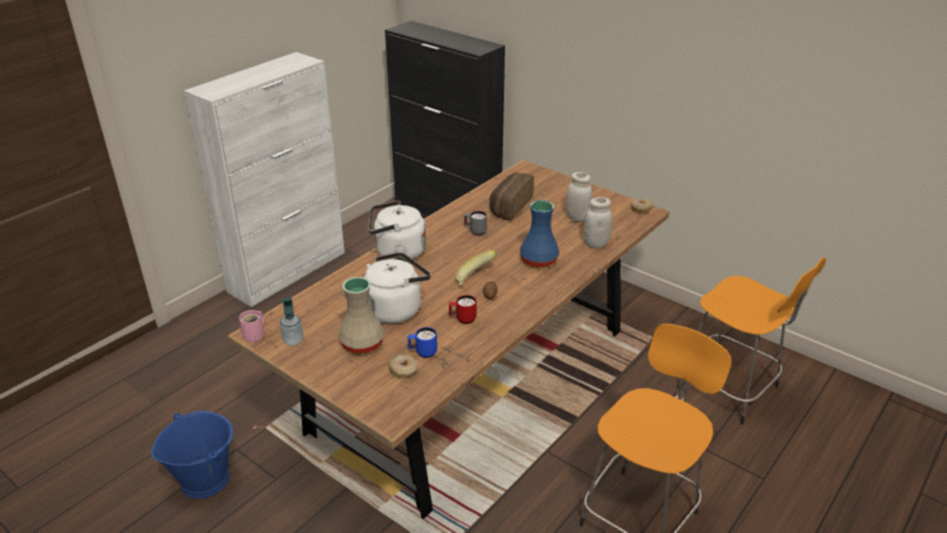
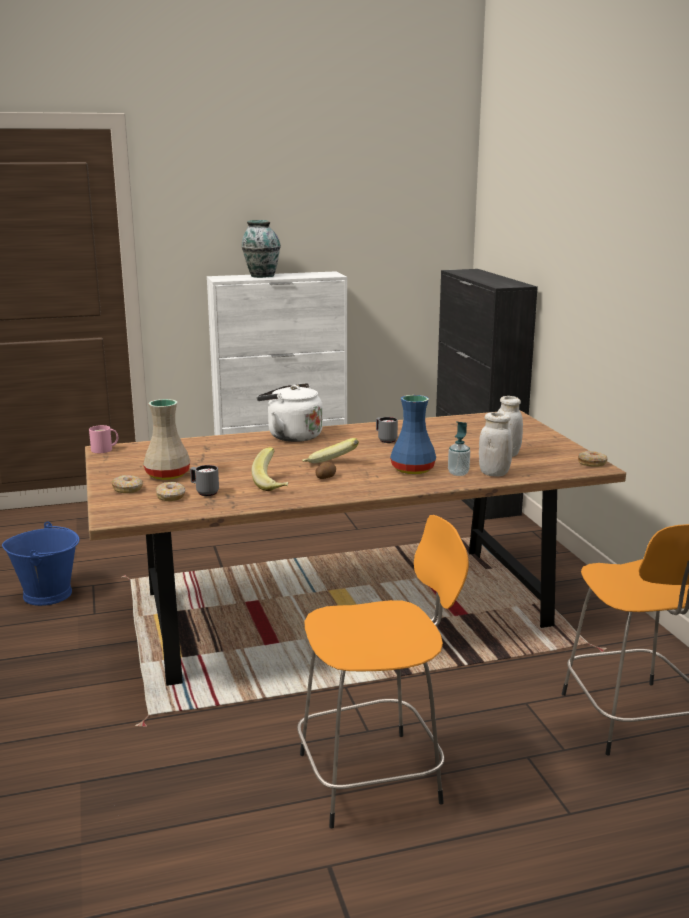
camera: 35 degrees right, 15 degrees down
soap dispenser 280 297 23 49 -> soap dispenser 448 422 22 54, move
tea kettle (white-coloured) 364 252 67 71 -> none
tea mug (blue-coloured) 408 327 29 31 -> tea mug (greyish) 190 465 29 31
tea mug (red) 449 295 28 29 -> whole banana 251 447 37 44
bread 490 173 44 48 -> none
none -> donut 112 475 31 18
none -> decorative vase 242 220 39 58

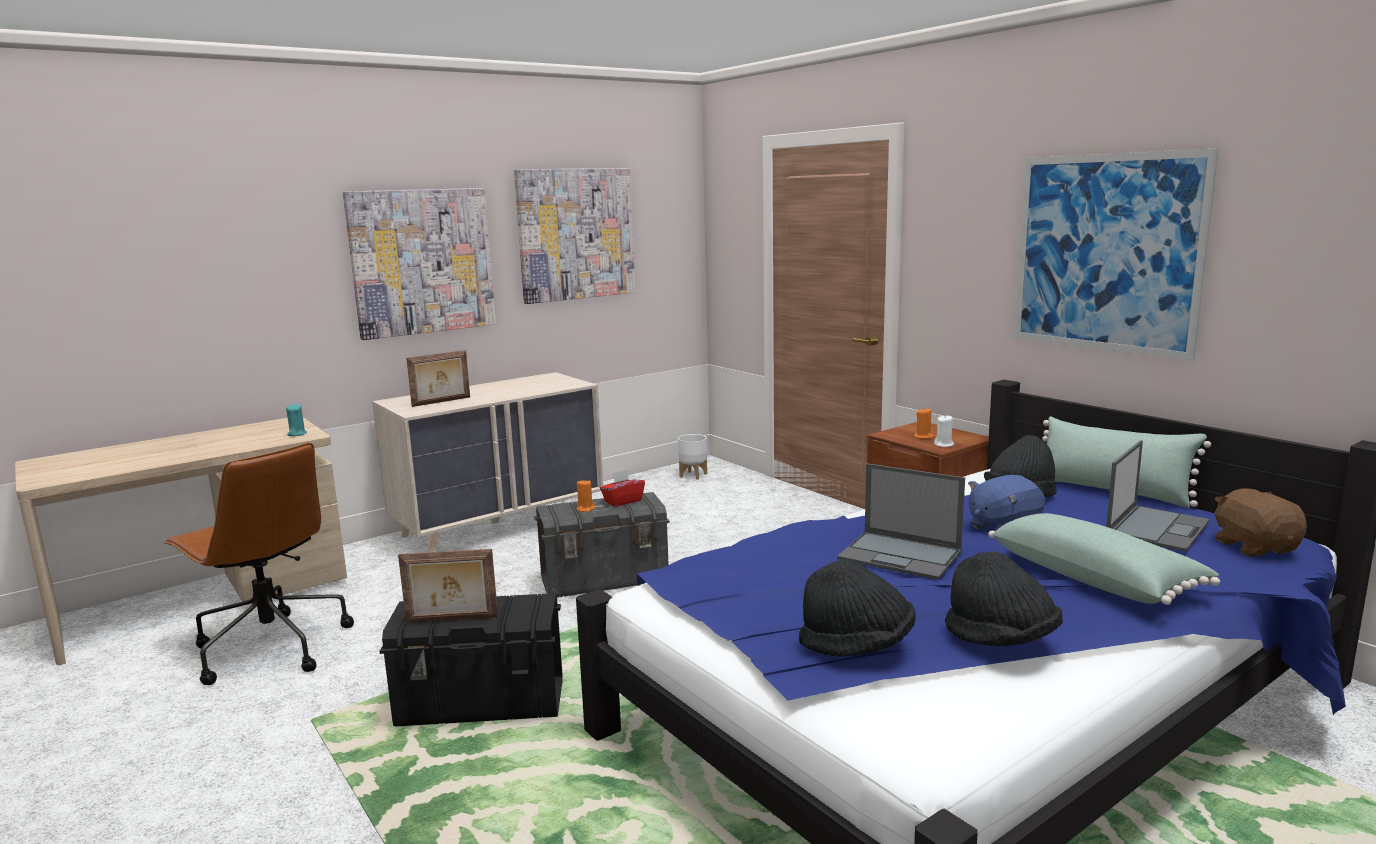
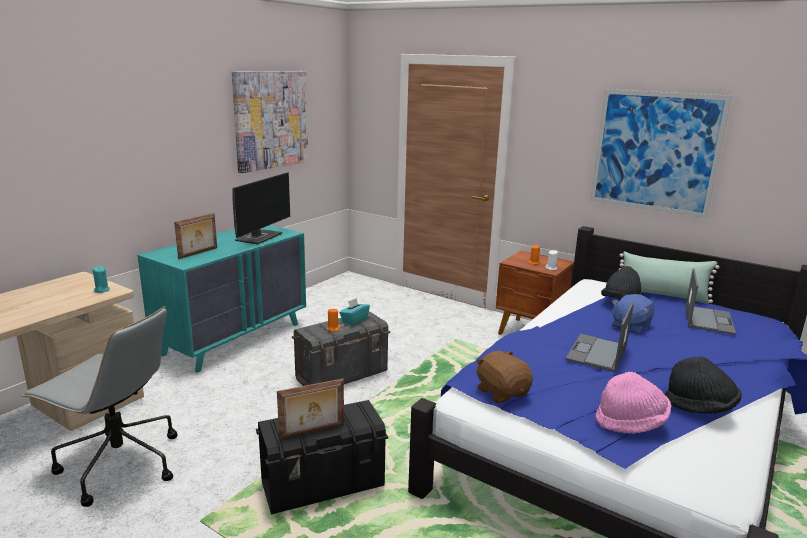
camera: 20 degrees left, 5 degrees up
office chair (brown) 164 443 190 242 -> office chair (greyish) 22 306 155 201
picture 343 188 153 152 -> none
chest of drawers (sand-coloured) 372 372 231 180 -> chest of drawers (blue-green) 137 225 169 148
tissue holder (red) 600 470 45 37 -> tissue holder (blue-green) 339 298 31 27
planter (white-coloured) 678 434 29 46 -> none
clothing hat (blackish) 799 559 117 98 -> clothing hat (pinkish) 595 372 76 62
laptop 837 463 128 117 -> laptop 565 301 69 71, 105 degrees clockwise
pillow (green-coloured) 988 513 232 92 -> none
cuddly toy (brown) 1214 488 93 69 -> cuddly toy (brown) 476 351 57 52, move
none -> monitor 233 172 57 73

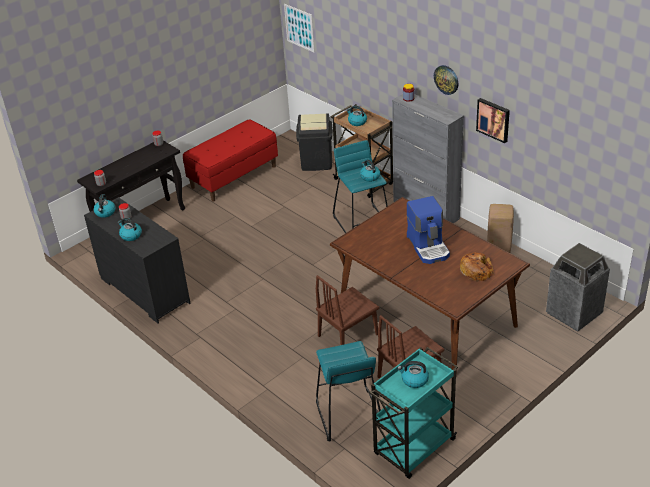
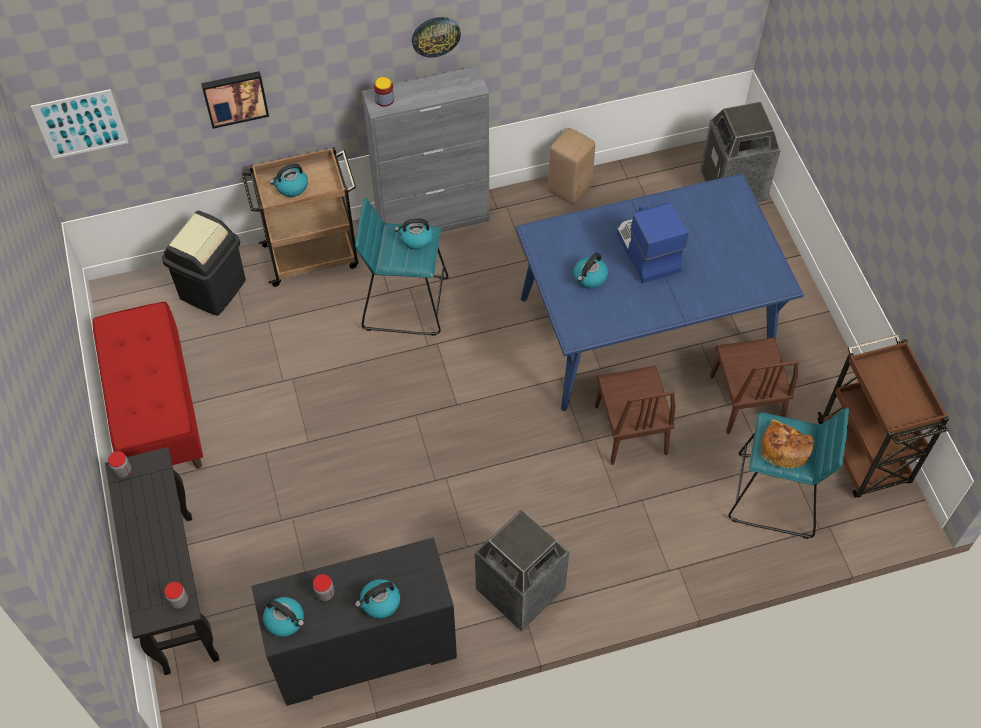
camera: 65 degrees left, 20 degrees up
dinner table (brown) 330 197 200 174 -> dinner table (blue-coloured) 515 173 289 238
wheeled cart (blue-green) 369 347 89 132 -> wheeled cart (brown) 818 335 131 163
tea kettle 397 361 32 27 -> tea kettle 574 253 34 36, move
coffee machine 406 196 44 68 -> coffee machine 617 203 72 80, 120 degrees counterclockwise
bread 460 253 34 28 -> bread 761 419 54 50, move
picture 476 98 34 45 -> picture 201 71 68 58, move
none -> waste bin 475 509 94 122

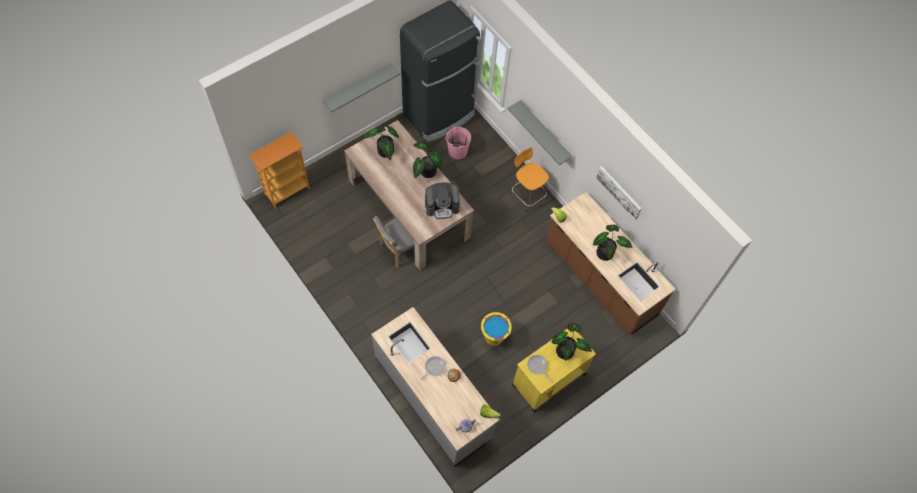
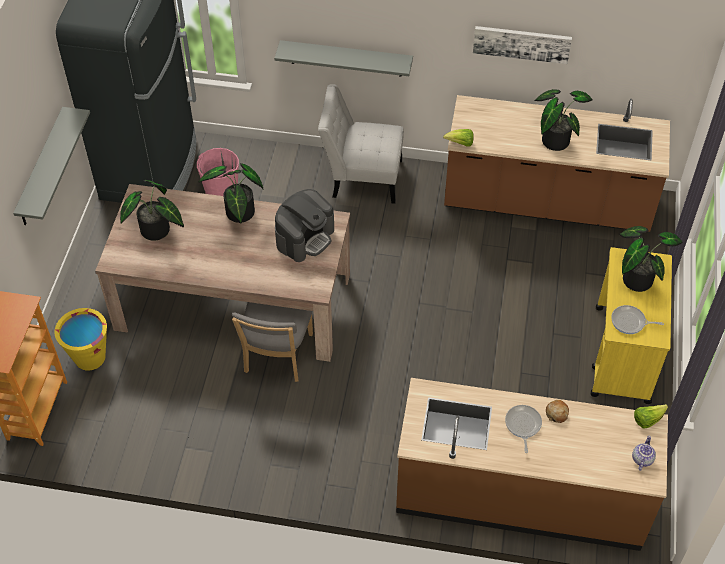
camera: 40 degrees left, 10 degrees down
counter (greyish) 371 307 129 160 -> counter (brown) 396 378 272 173
bucket (yellow) 481 312 31 34 -> bucket (yellow) 54 308 53 63, move
sitting stool (orange-coloured) 511 148 38 64 -> plain chair (white-coloured) 318 84 86 120

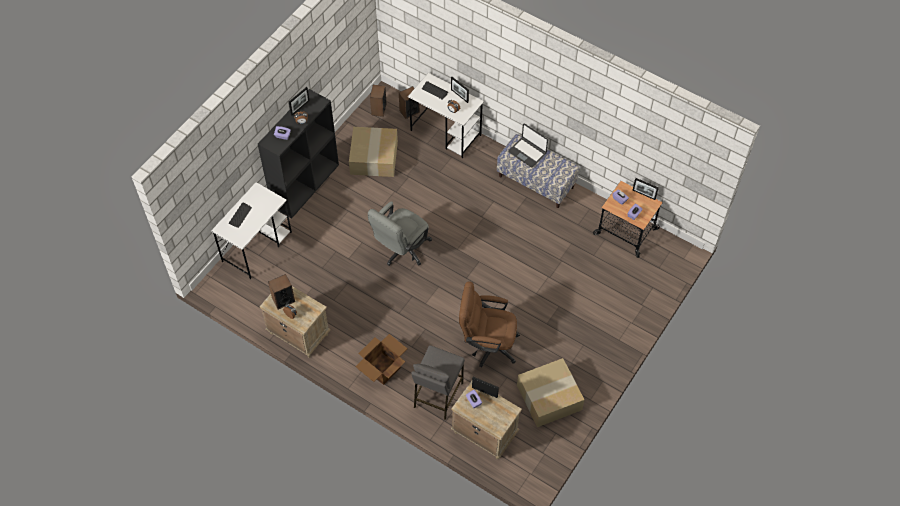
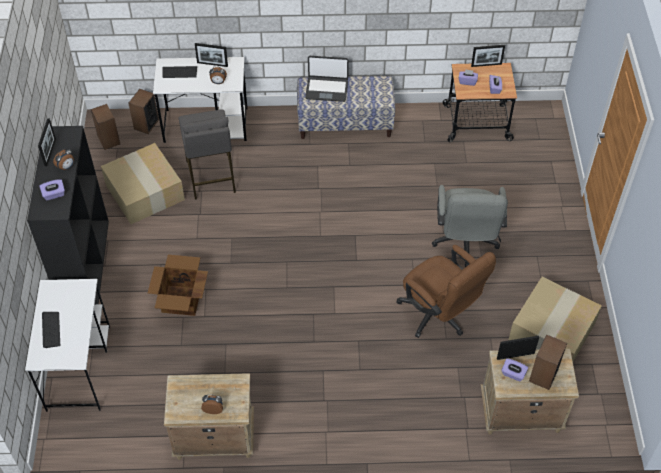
camera: 35 degrees left, 5 degrees down
loudspeaker 268 274 27 35 -> loudspeaker 529 334 38 56, move
carton 355 334 53 51 -> carton 148 255 60 61, move
office chair (greyish) 368 201 64 65 -> office chair (greyish) 432 185 76 82, move
sitting stool (greyish) 411 345 54 75 -> sitting stool (greyish) 179 109 57 91, move
office chair (brown) 459 281 61 86 -> office chair (brown) 396 245 100 93, 105 degrees counterclockwise

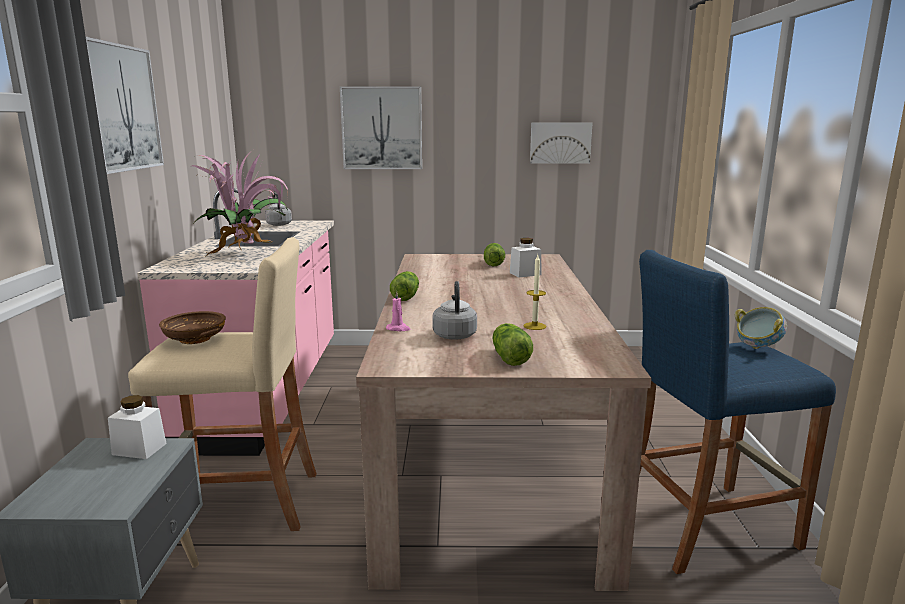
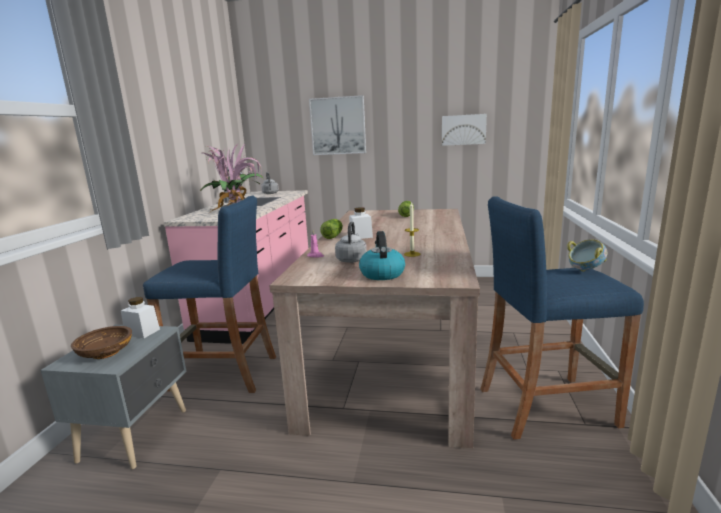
camera: 10 degrees right, 0 degrees up
picture 86 37 78 137 -> none
sitting stool (sand-coloured) 128 237 188 294 -> sitting stool (blue-coloured) 143 196 133 197
bowl (brown) 159 311 67 33 -> bowl (brown) 71 326 61 33, move
lettuce 492 323 41 43 -> tea kettle 359 231 46 49
jar (white-coloured) 510 238 31 39 -> jar (white-coloured) 349 207 24 32, move

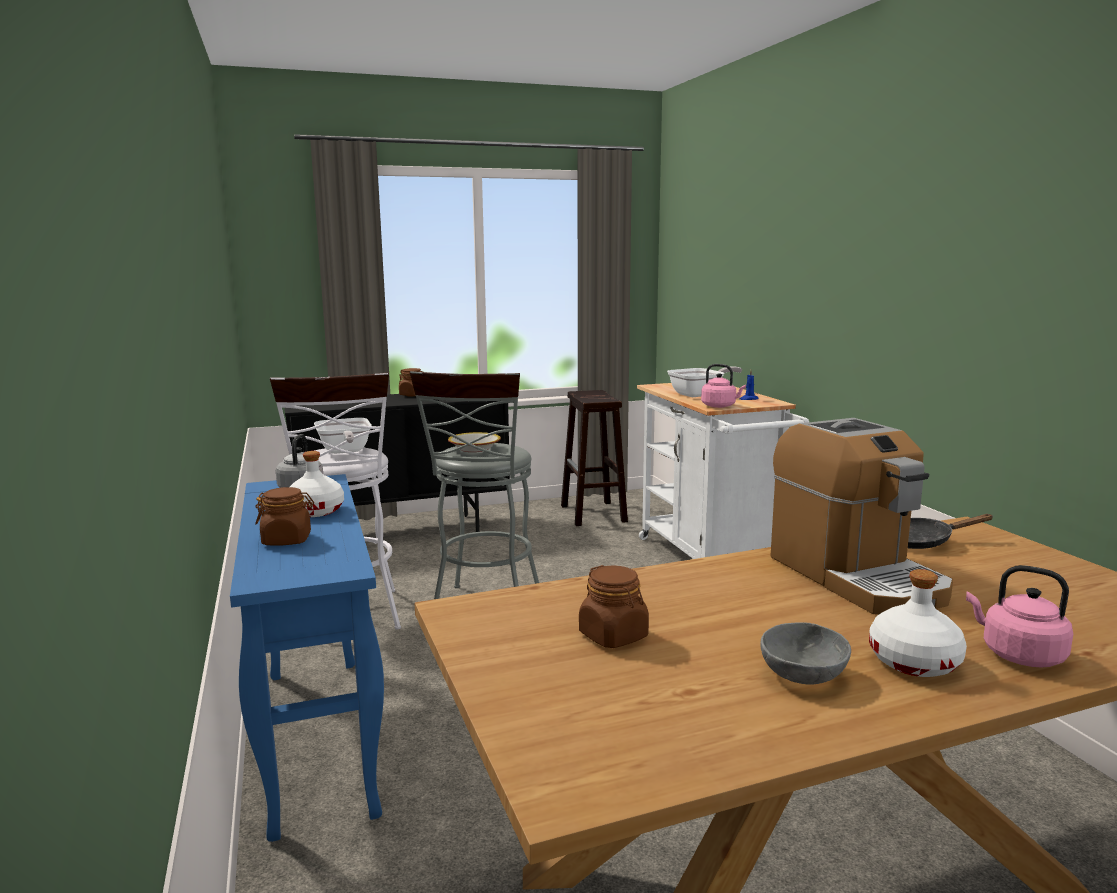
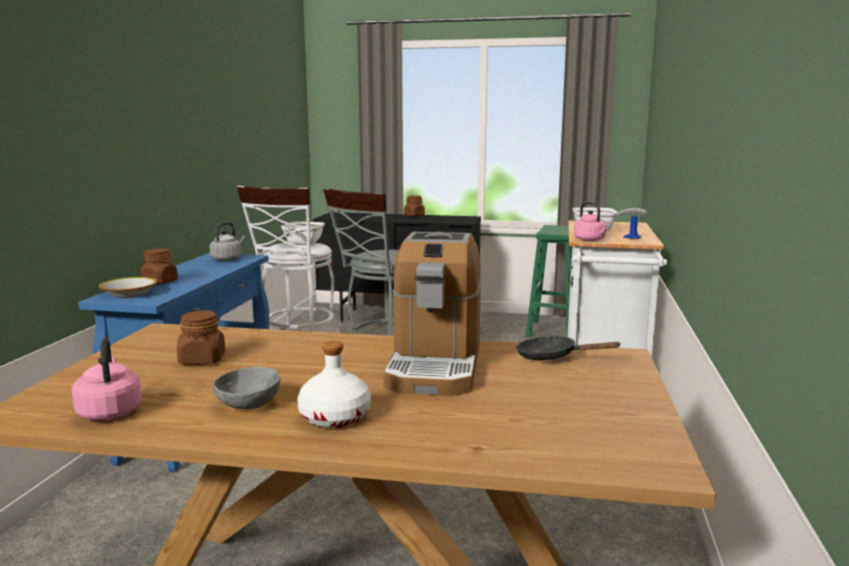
camera: 30 degrees right, 0 degrees up
beverage bottle (white-coloured) 290 451 54 66 -> none
bowl 448 432 53 20 -> bowl 99 277 59 21, move
sitting stool (brown) 561 390 67 136 -> sitting stool (green-coloured) 526 225 46 112
tea kettle (pinkish) 966 565 107 103 -> tea kettle (pinkish) 72 337 70 84, move

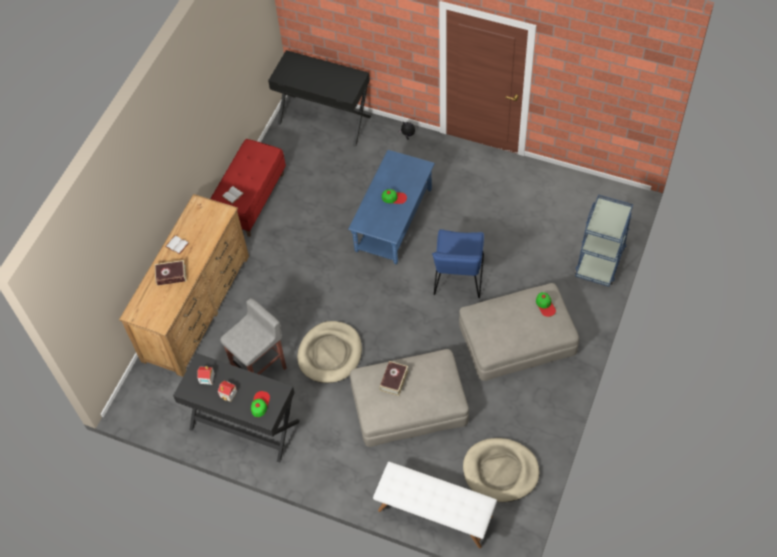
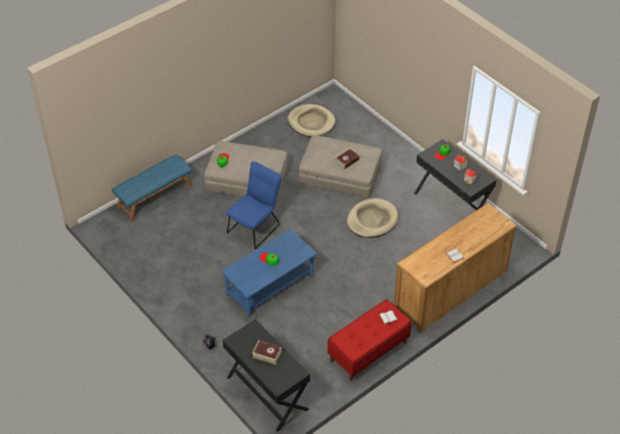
camera: 155 degrees left, 10 degrees down
bound book 155 260 32 26 -> bound book 252 340 30 25, move
sitting stool (greyish) 220 298 67 77 -> none
indoor bench (white-coloured) 373 462 124 86 -> none
wheeled cart (blue-coloured) 575 195 58 92 -> indoor bench (blue-coloured) 112 154 80 68

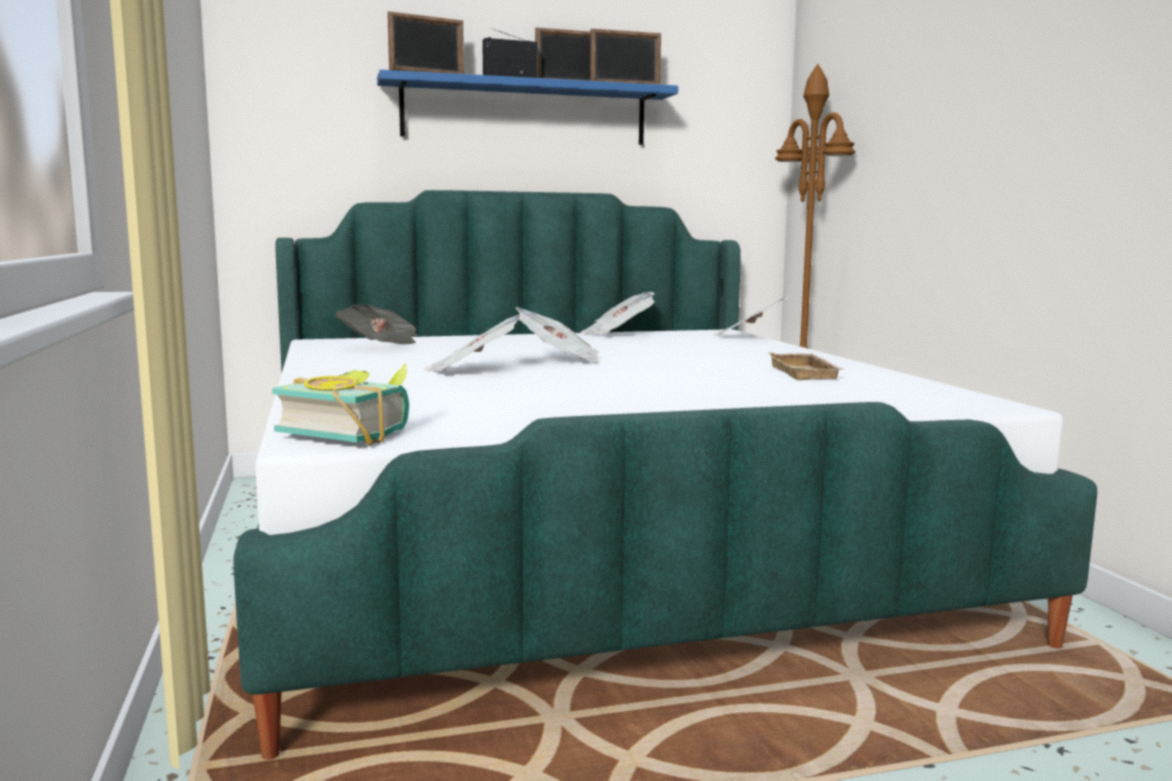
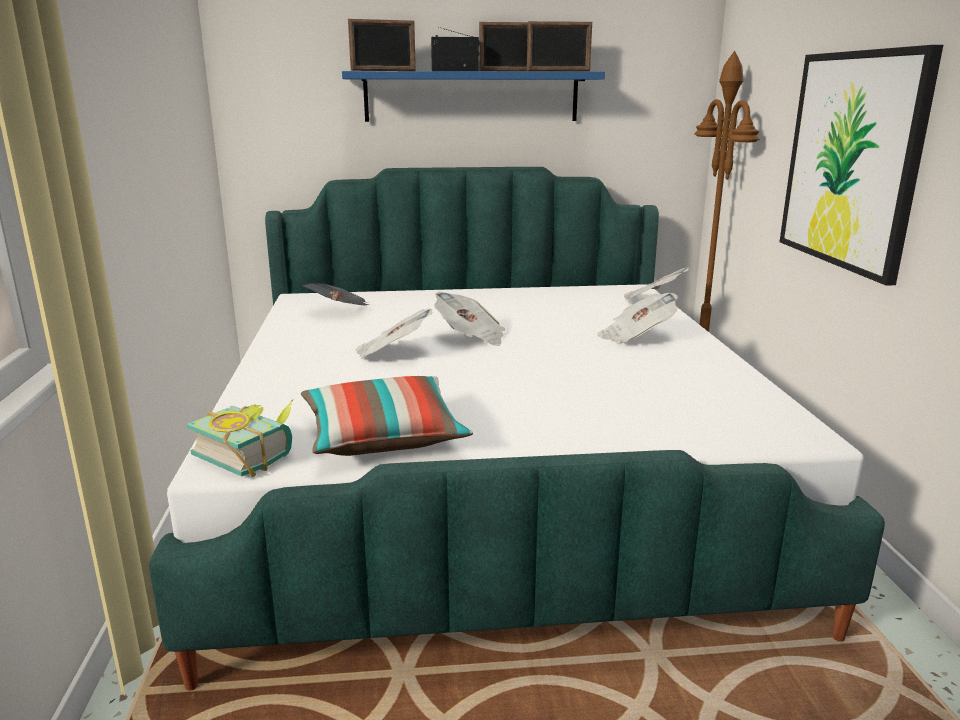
camera: 10 degrees right, 10 degrees up
newspaper 580 292 75 43 -> newspaper 598 293 81 50, move
tray (sand-coloured) 768 352 77 28 -> none
none -> pillow 301 376 172 80
none -> picture 780 45 163 241

